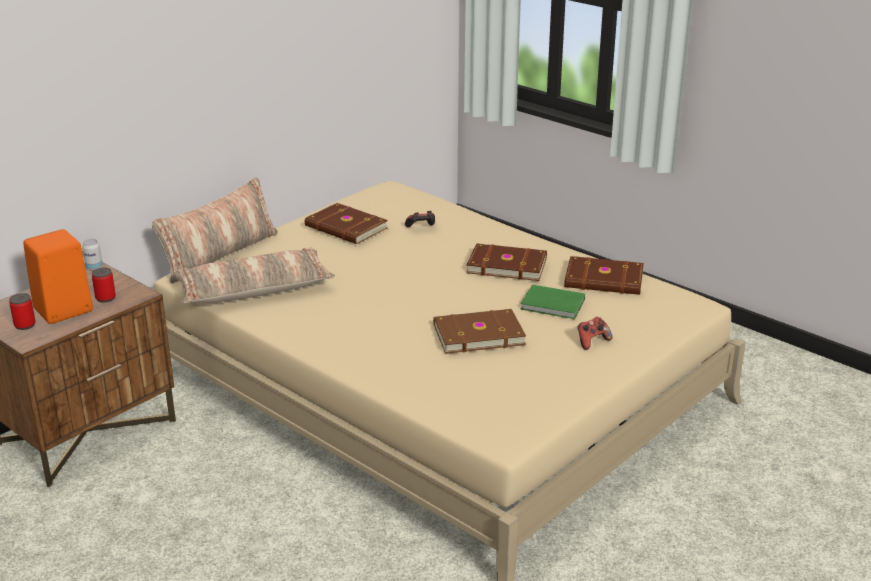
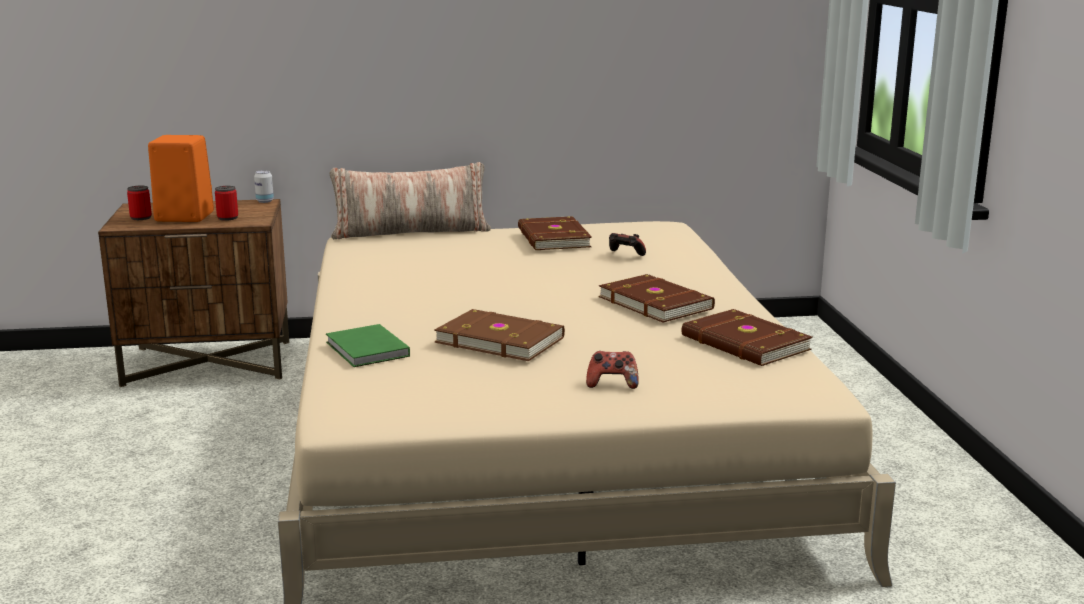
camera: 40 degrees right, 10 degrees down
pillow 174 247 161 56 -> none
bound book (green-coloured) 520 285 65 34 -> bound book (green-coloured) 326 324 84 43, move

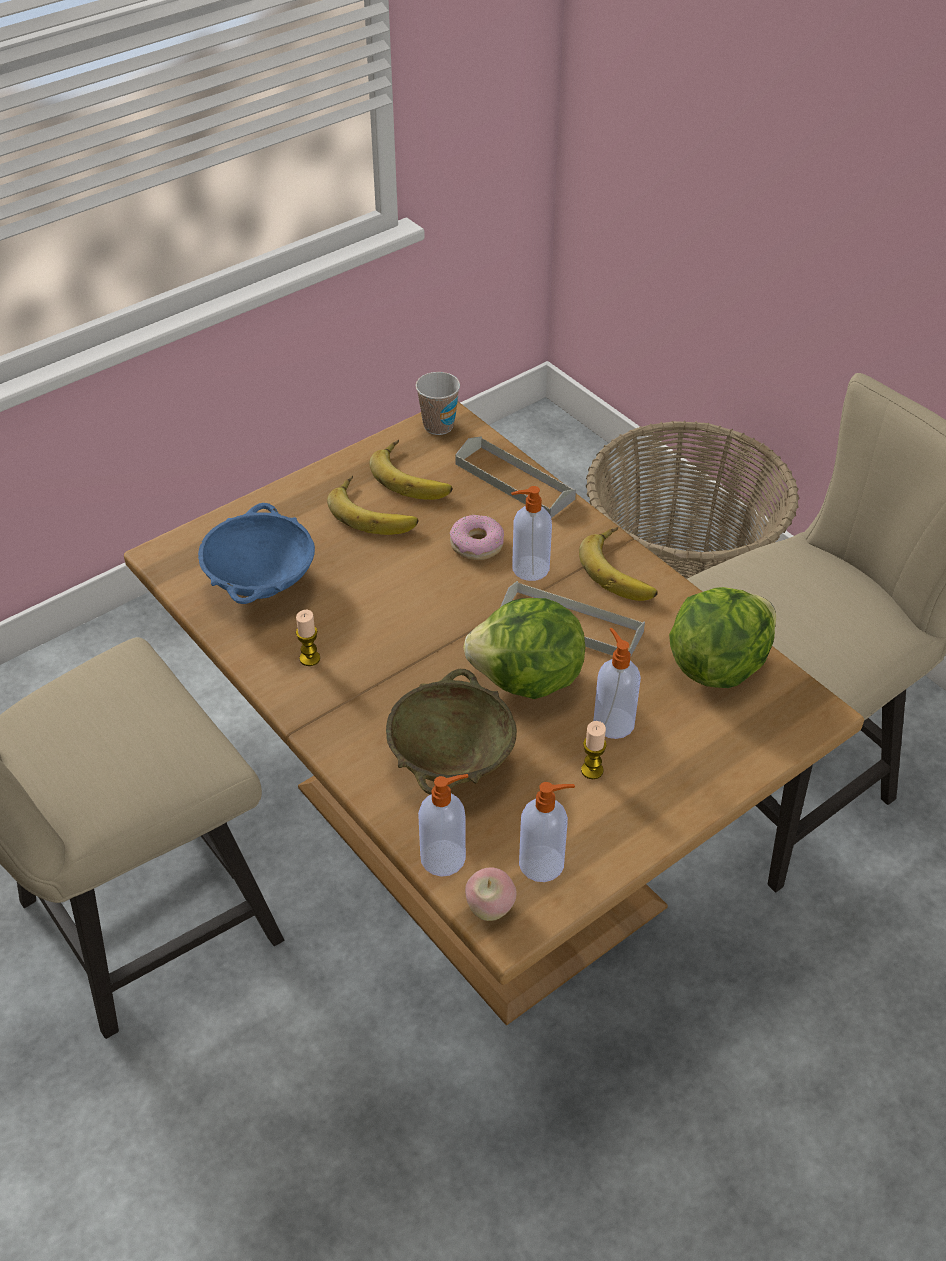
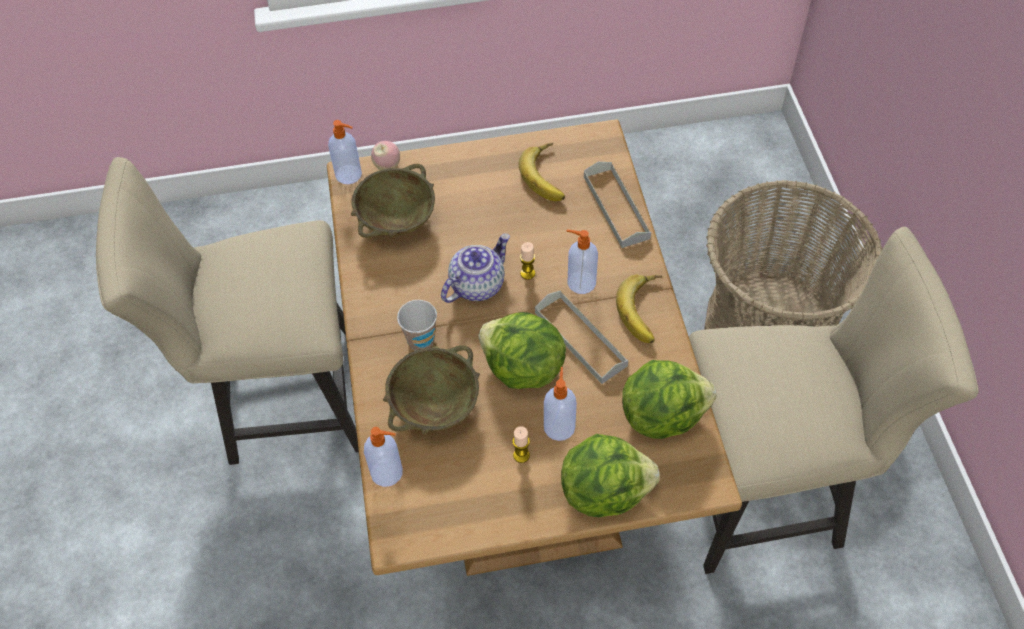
camera: 30 degrees right, 10 degrees up
bowl (blue-coloured) 198 503 117 101 -> bowl (sand-coloured) 351 164 84 74
candle 296 610 24 56 -> candle 520 242 15 38, move
whole banana 327 476 91 59 -> none
drinking cup 415 372 45 63 -> drinking cup 397 300 40 51, move
donut 450 514 54 46 -> none
apple fruit 465 867 52 54 -> apple fruit 371 141 29 29, move
soap dispenser 519 782 56 100 -> soap dispenser 328 120 34 64, move
none -> tea pot 441 234 69 69
none -> lettuce 561 434 99 83

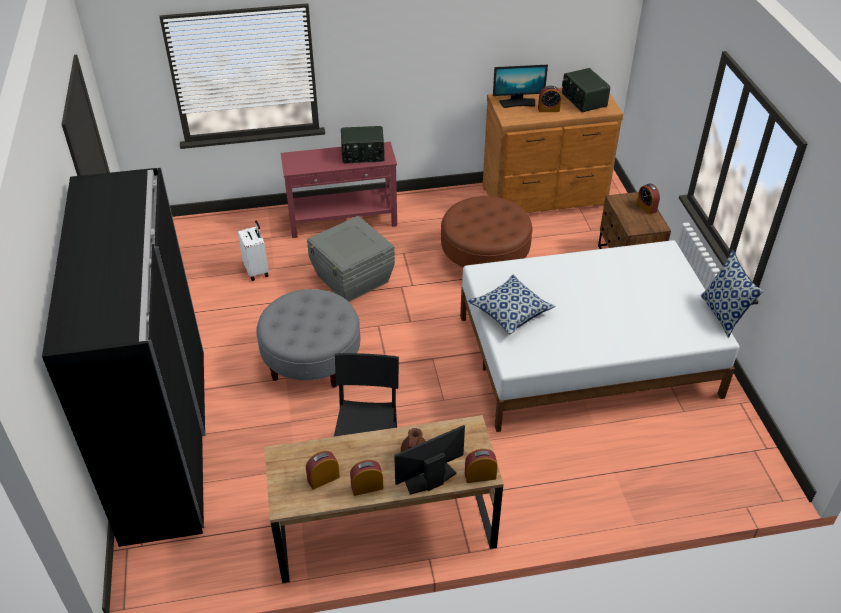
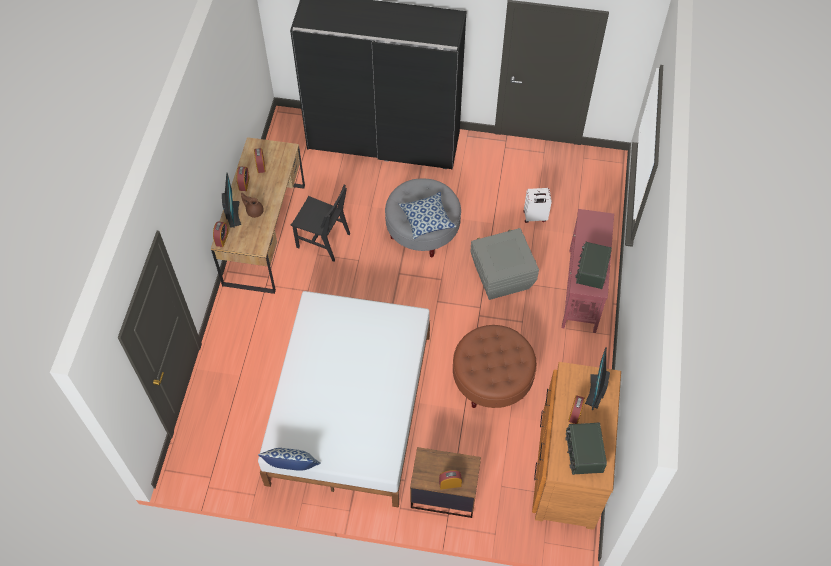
camera: 110 degrees right, 15 degrees up
pillow 468 275 87 60 -> pillow 399 192 57 47, move
radio 562 68 48 44 -> radio 565 422 42 53, 90 degrees counterclockwise

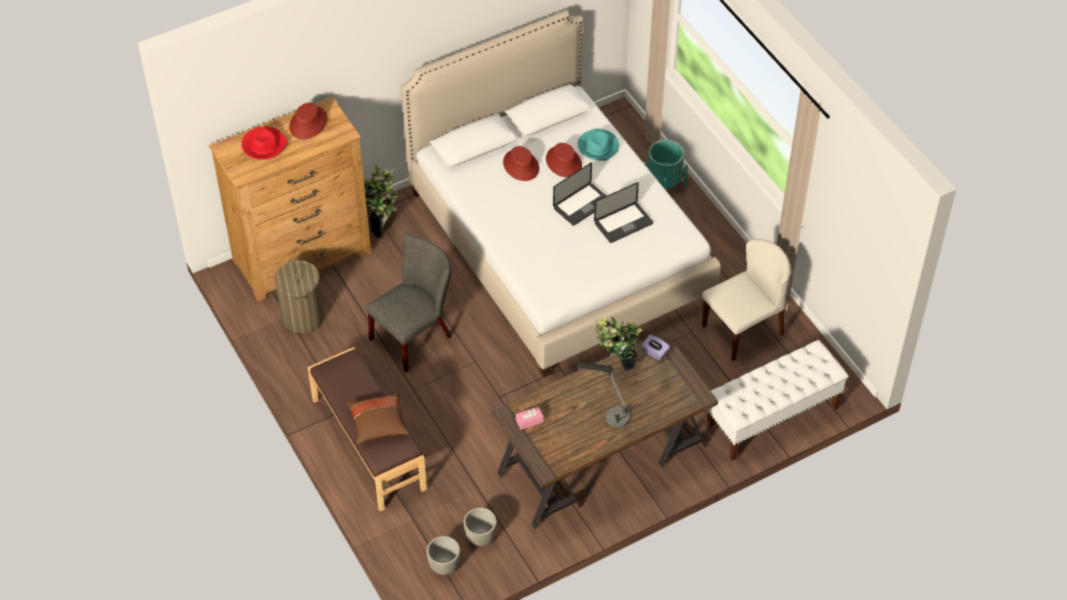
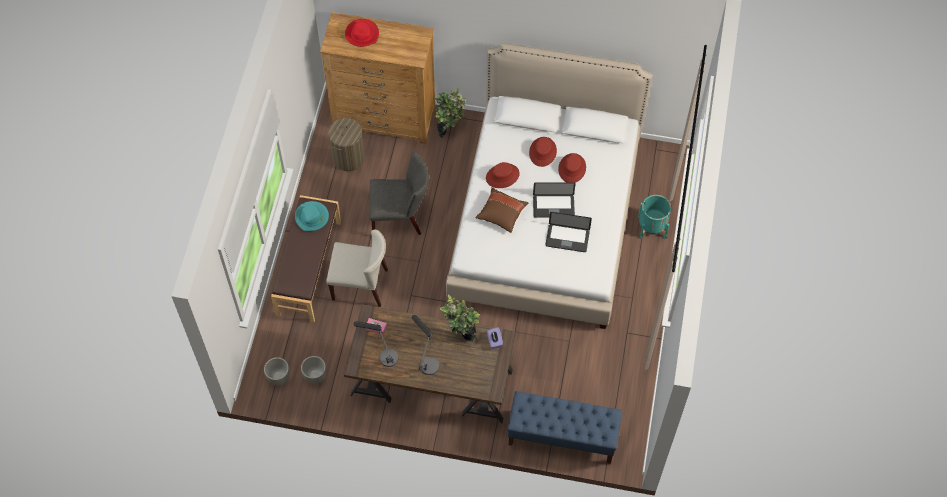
camera: 40 degrees right, 10 degrees up
clothing hat (red) 289 102 39 37 -> clothing hat (red) 486 162 34 26, move
pillow (brown) 346 392 63 53 -> pillow (brown) 476 187 52 46, move
clothing hat (blue-green) 578 129 41 32 -> clothing hat (blue-green) 295 201 34 30, move
plain chair (sand-coloured) 702 239 89 122 -> plain chair (sand-coloured) 326 230 62 77, move
indoor bench (white-coloured) 706 340 143 121 -> indoor bench (blue-coloured) 508 391 114 73
none -> lamp for a table 354 321 44 46

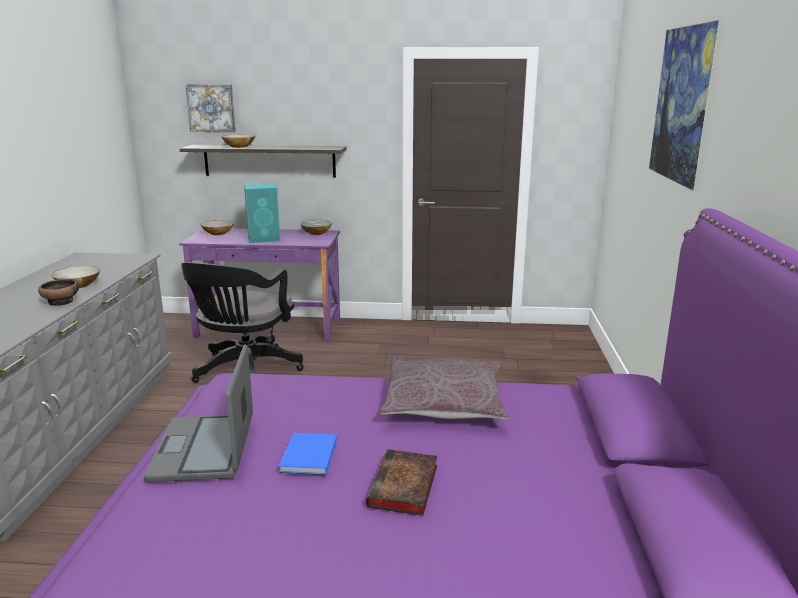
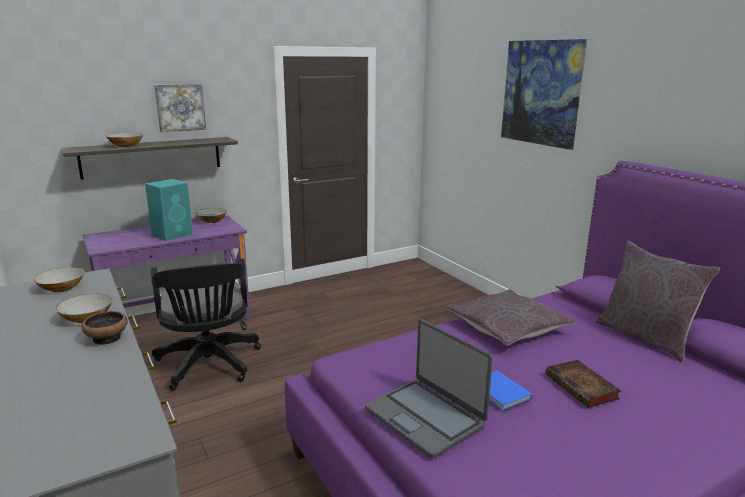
camera: 35 degrees left, 0 degrees up
picture 185 84 51 48 -> picture 154 84 52 48, move
bowl 201 220 33 15 -> bowl 33 267 52 25, move
none -> pillow (greyish) 596 240 124 121

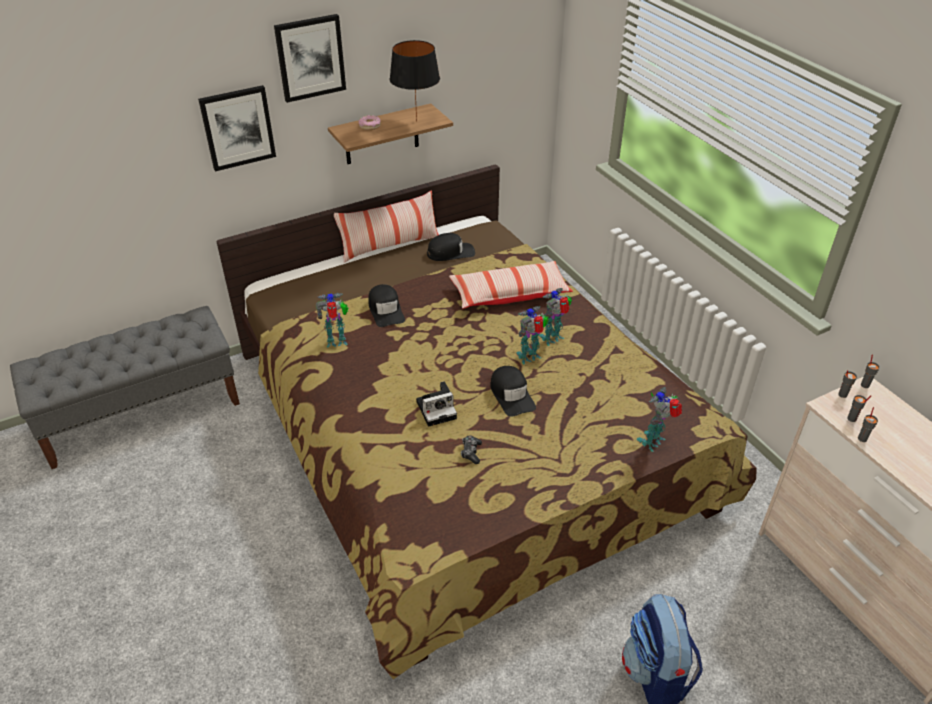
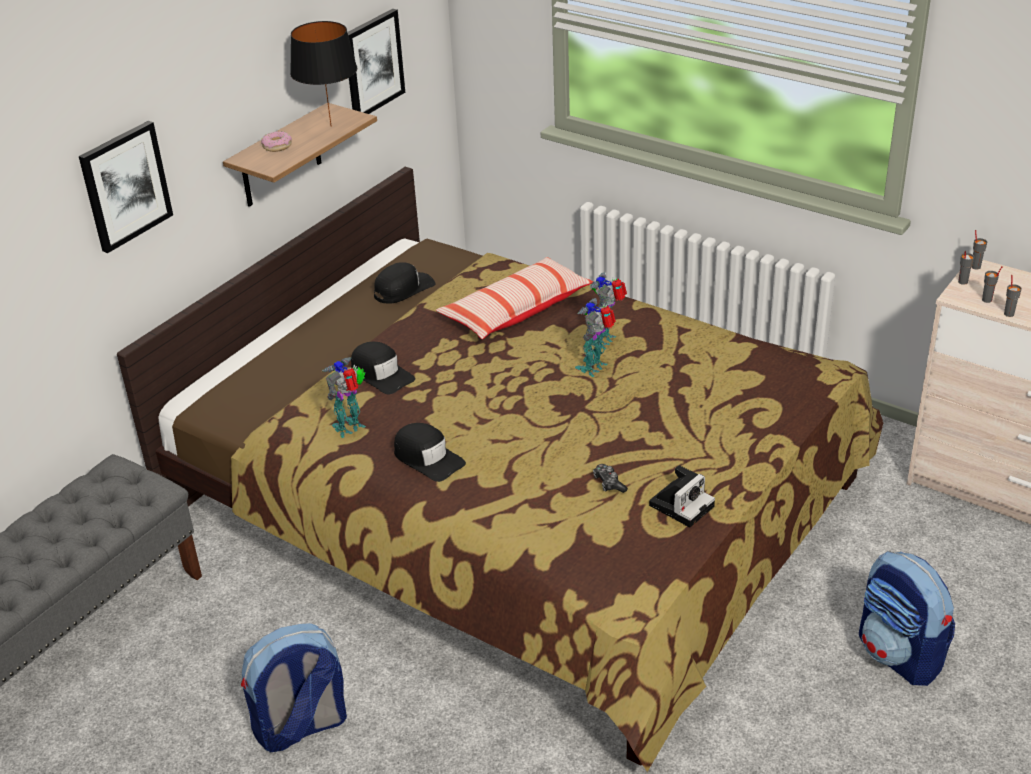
camera: 25 degrees left, 5 degrees down
picture 274 14 72 89 -> picture 347 9 58 105, move
pillow 334 190 105 73 -> none
photo camera 416 381 41 46 -> photo camera 649 465 66 63, move
baseball cap (blackish) 490 366 46 51 -> baseball cap (blackish) 394 423 72 59, move
model robot 637 387 45 65 -> none
none -> knapsack 241 623 106 130

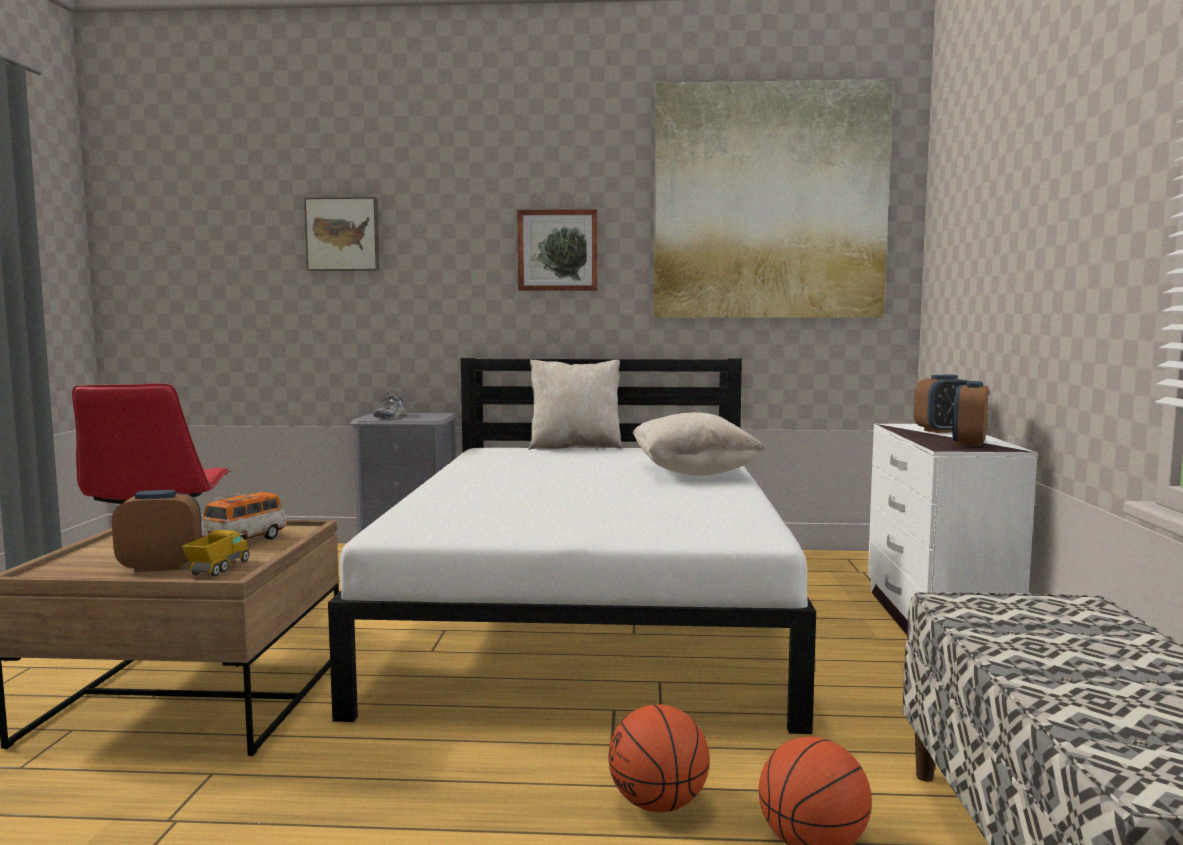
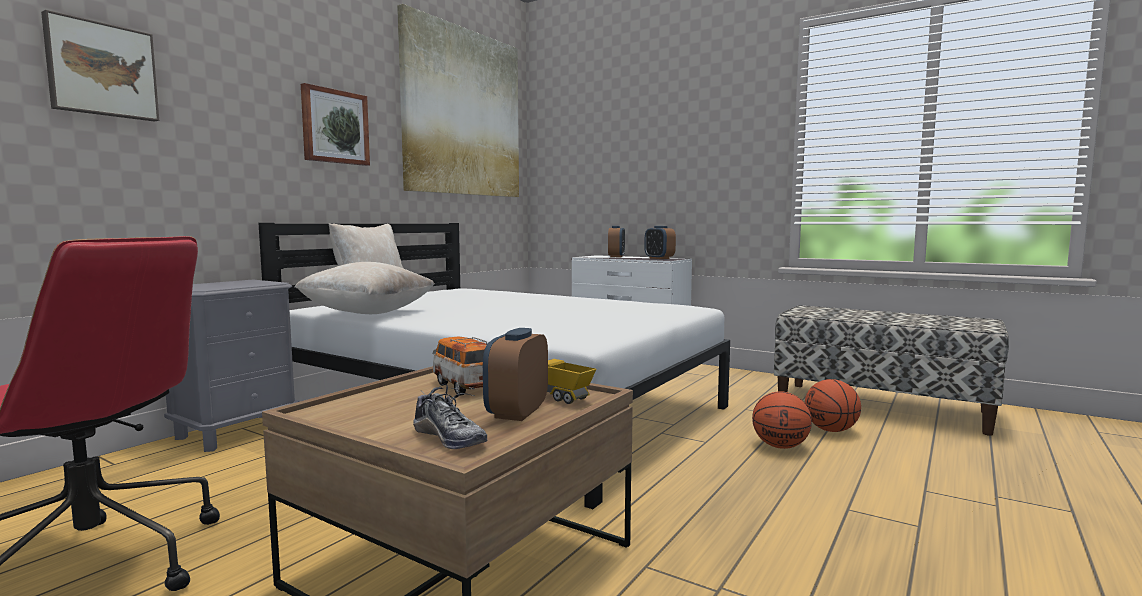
camera: 60 degrees left, 0 degrees up
shoe 373 391 34 28 -> shoe 413 384 74 65, move
pillow (sand-coloured) 632 412 133 64 -> pillow (sand-coloured) 294 262 141 52, move

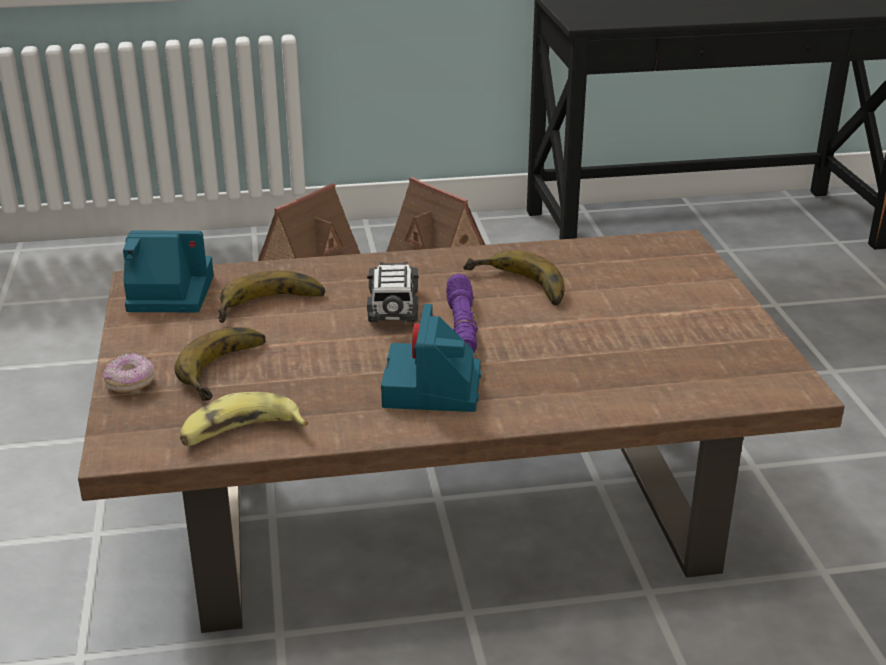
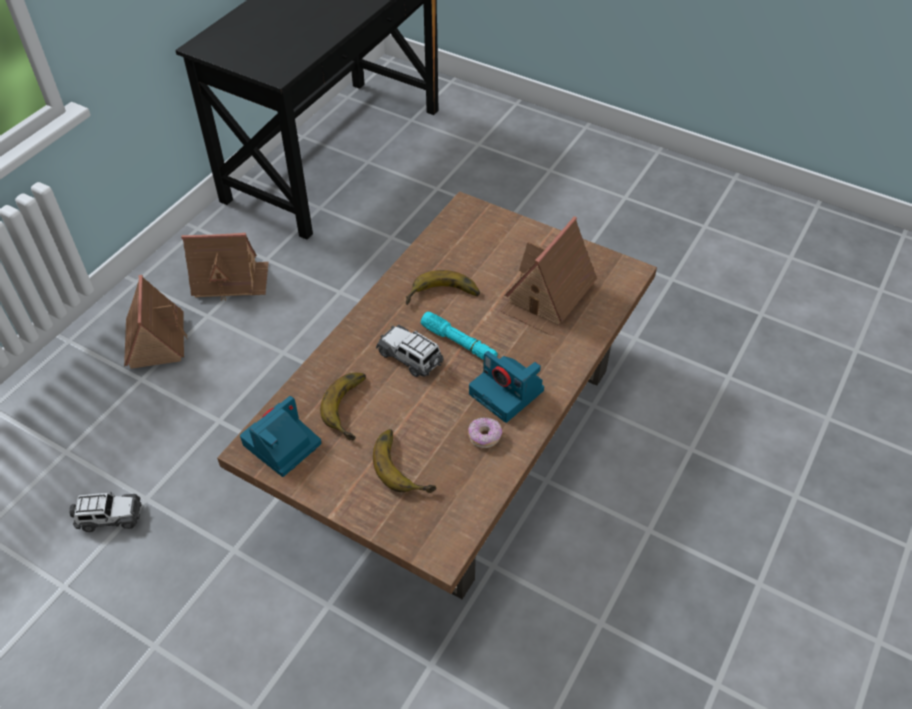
camera: 50 degrees left, 20 degrees up
donut 103 353 52 40 -> donut 468 417 34 31, move
whole banana 180 392 128 54 -> none
hand torch (purplish) 446 274 32 79 -> hand torch (blue-green) 421 312 77 47
none -> miniature car 69 492 72 40
none -> miniature house 501 216 96 119

